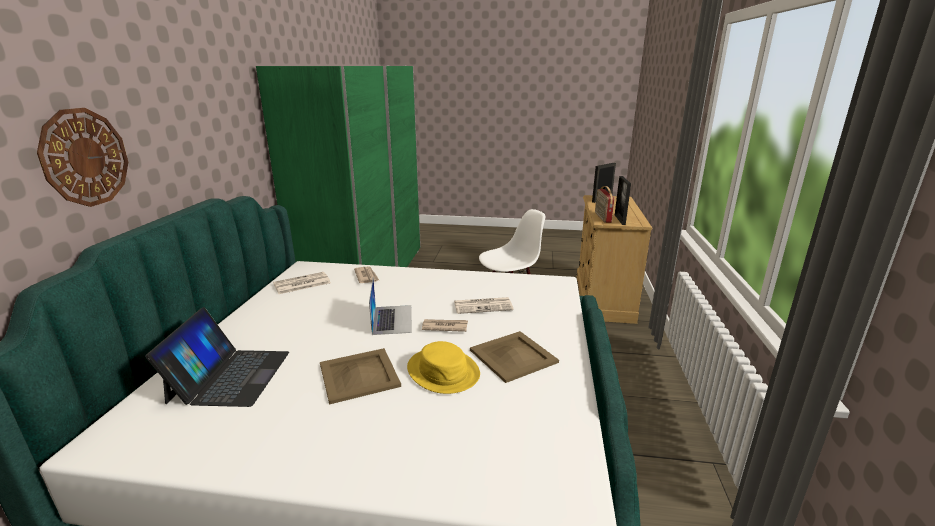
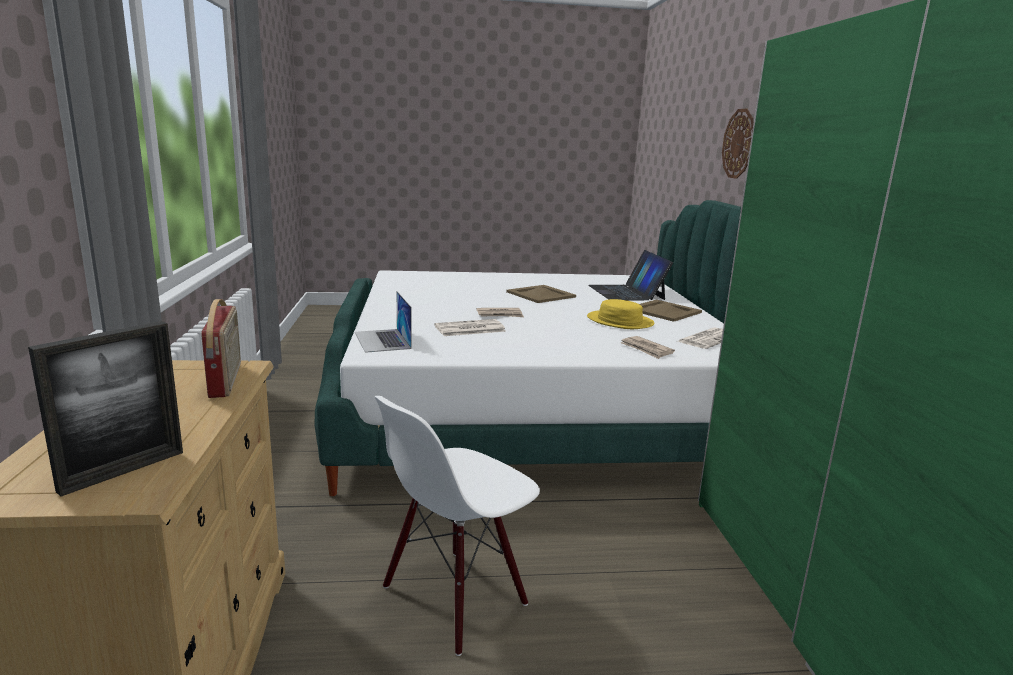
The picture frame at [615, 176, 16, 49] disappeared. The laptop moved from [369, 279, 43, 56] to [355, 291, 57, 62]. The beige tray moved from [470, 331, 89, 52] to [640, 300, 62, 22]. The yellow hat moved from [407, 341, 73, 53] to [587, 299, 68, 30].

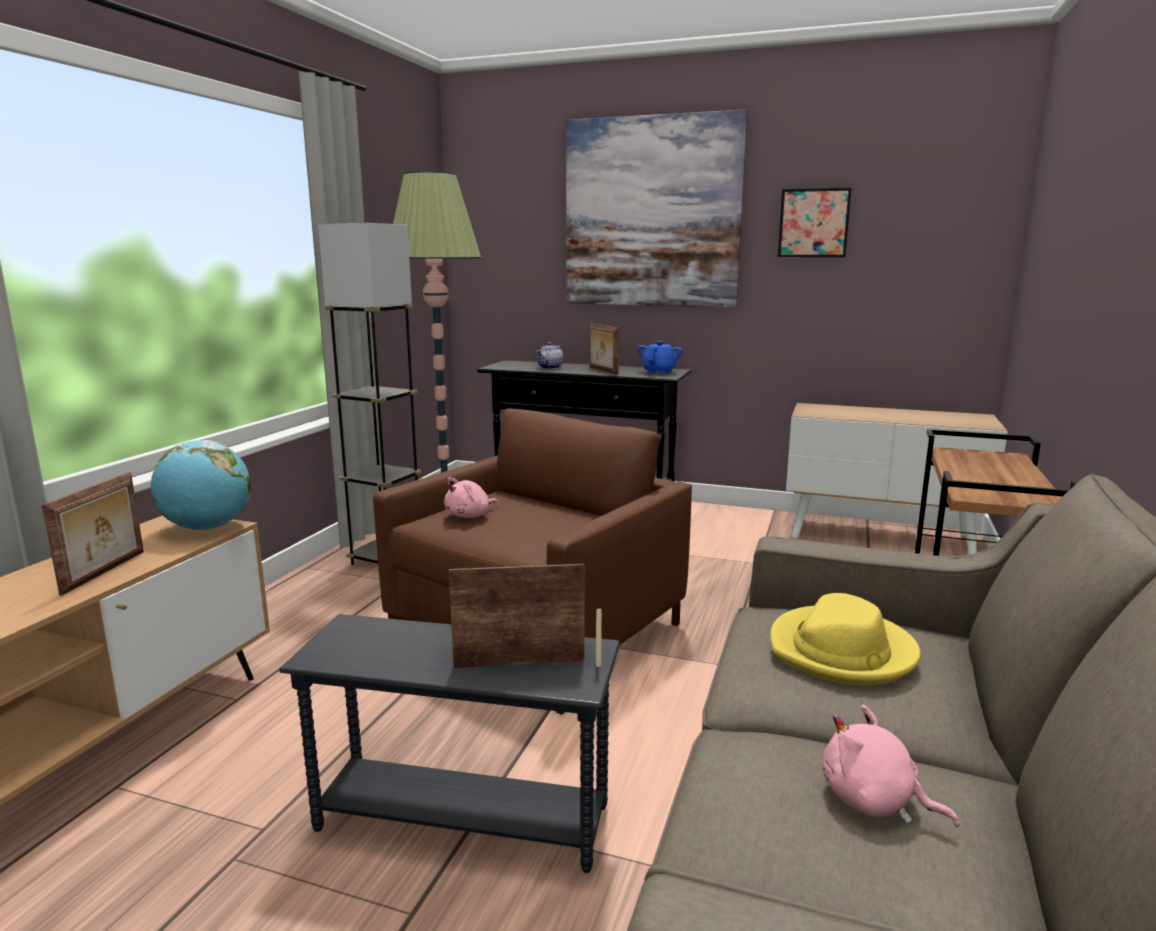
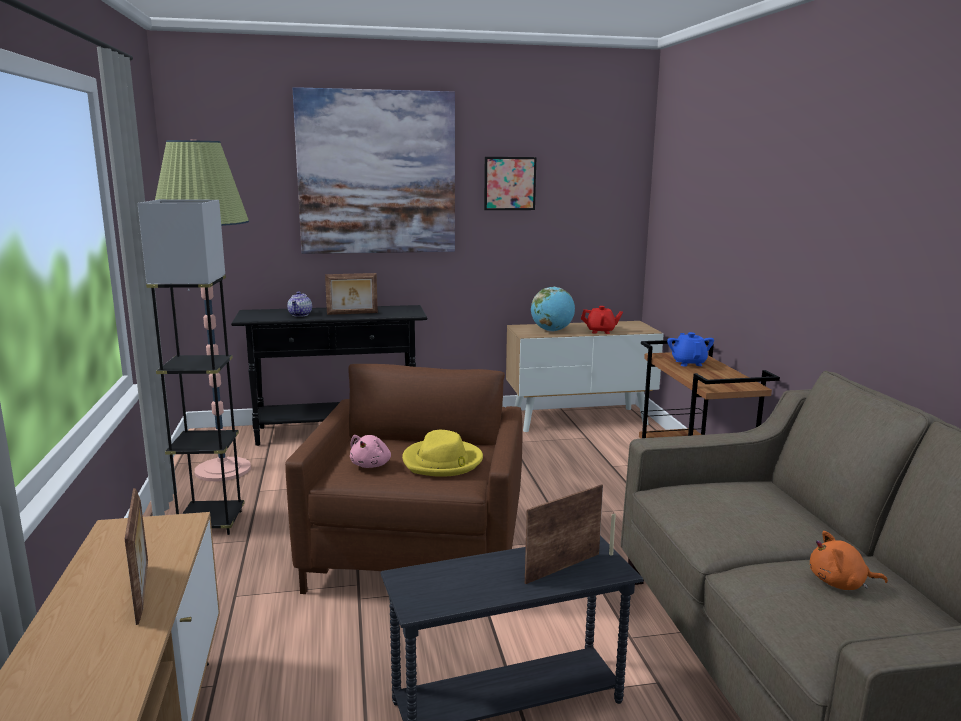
The picture frame at [590, 323, 29, 52] turned 45 degrees counterclockwise. The blue teapot moved from [638, 341, 44, 33] to [667, 332, 47, 34]. The globe moved from [151, 440, 100, 90] to [531, 287, 44, 44]. The yellow hat moved from [770, 593, 151, 92] to [402, 430, 81, 47]. The pink plush toy at [822, 705, 137, 122] became the orange plush toy at [810, 531, 78, 59]. The red teapot at [581, 306, 42, 28] appeared.

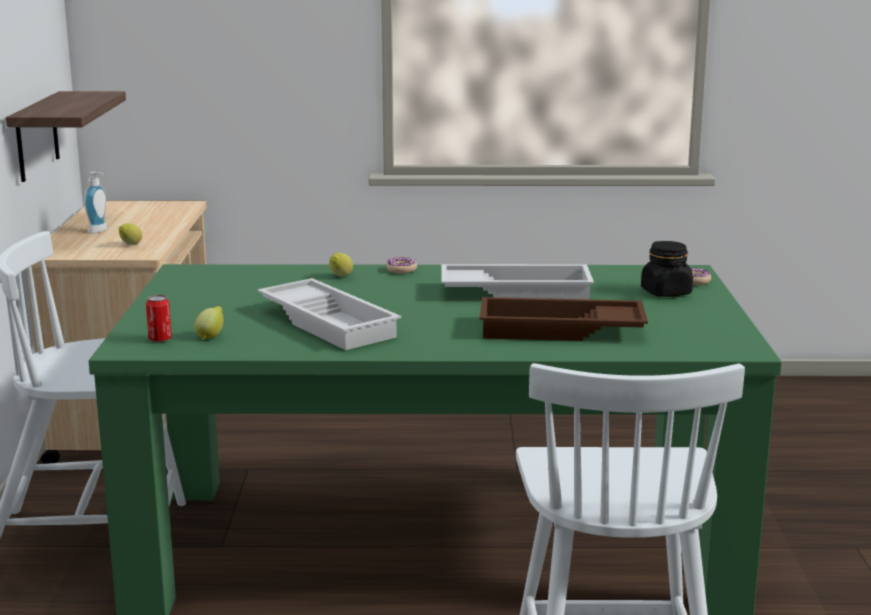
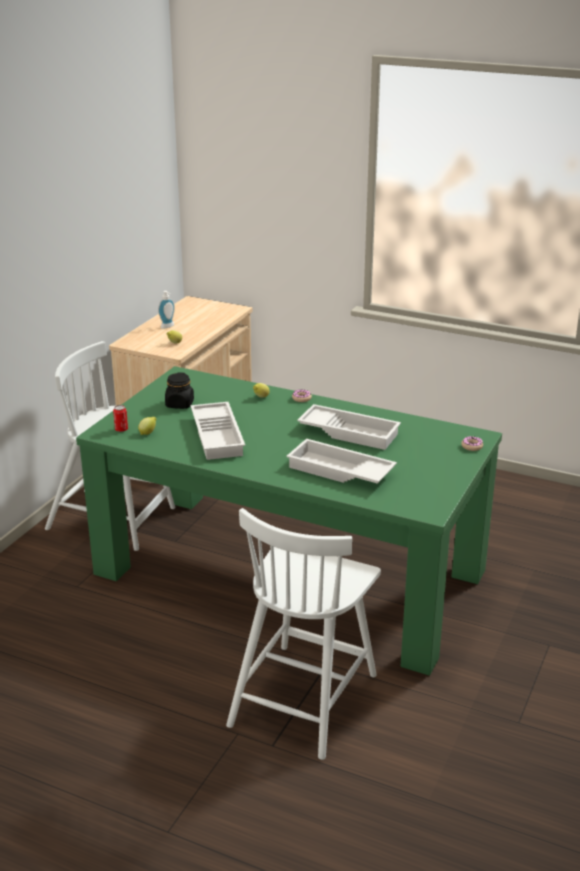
The shelf at [6, 91, 120, 91] disappeared. The black jar moved from [641, 241, 52, 56] to [165, 372, 29, 37]. The brown tray at [480, 297, 168, 44] became the white tray at [286, 439, 111, 45].

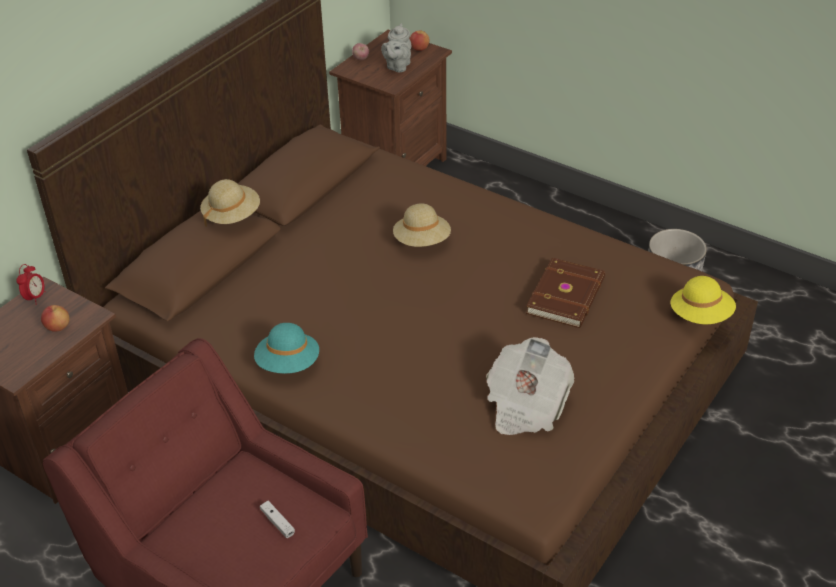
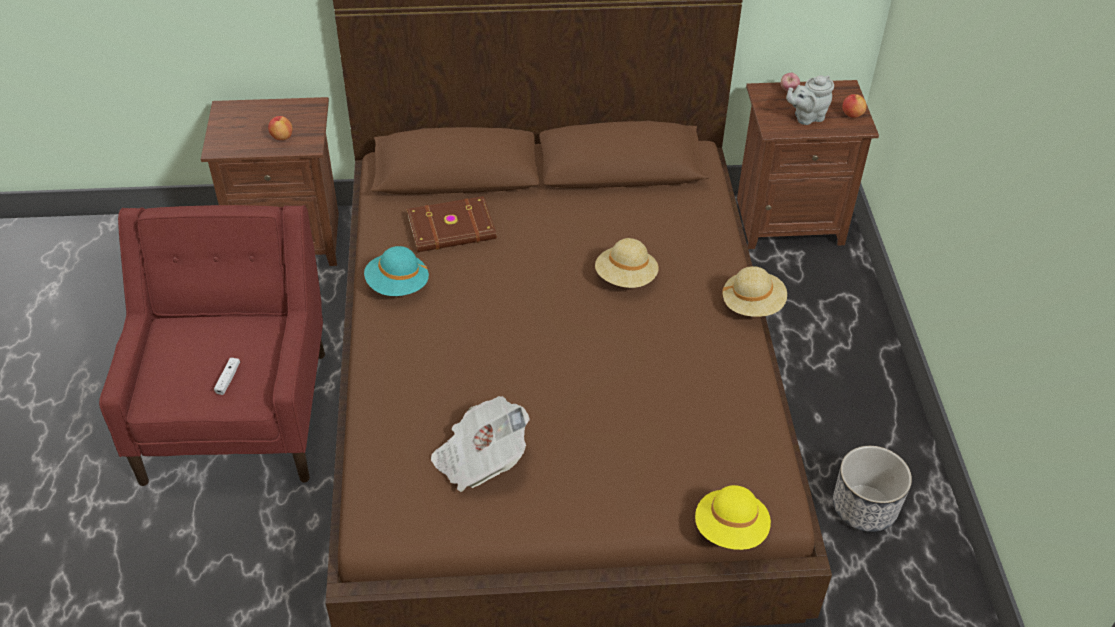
The beige hat moved from [200, 179, 60, 48] to [721, 266, 66, 51]. The brown book moved from [526, 258, 79, 70] to [407, 196, 89, 56]. The alarm clock at [16, 264, 30, 41] disappeared.

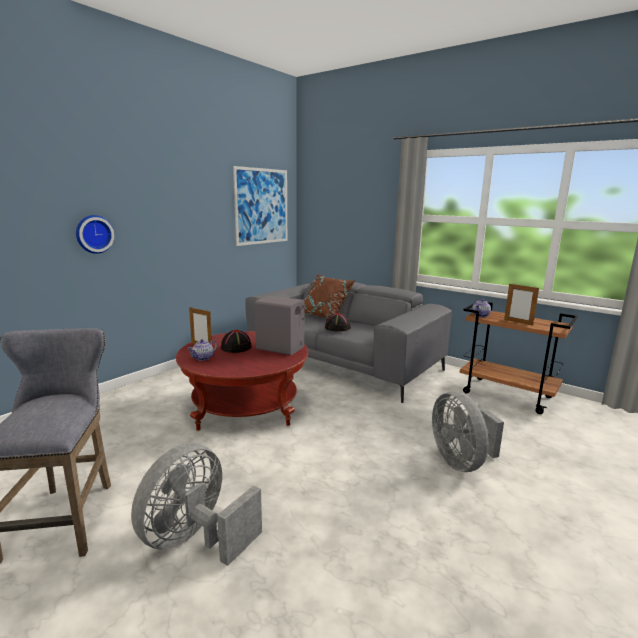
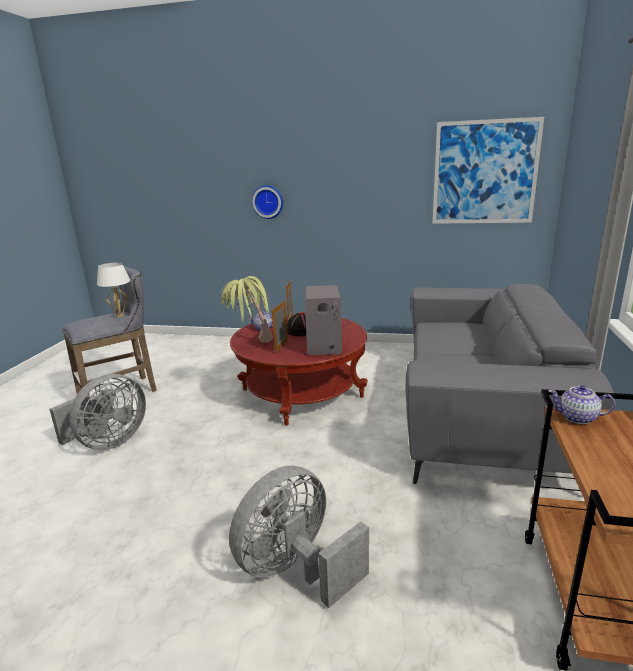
The brown pillow at [304, 274, 51, 45] disappeared. The picture frame moved from [504, 283, 35, 43] to [272, 300, 16, 53]. The black hat at [325, 313, 26, 19] disappeared. The grey fan at [131, 444, 131, 122] turned 120 degrees clockwise. The white table lamp at [97, 263, 33, 54] appeared. The potted plant at [219, 276, 54, 67] appeared.

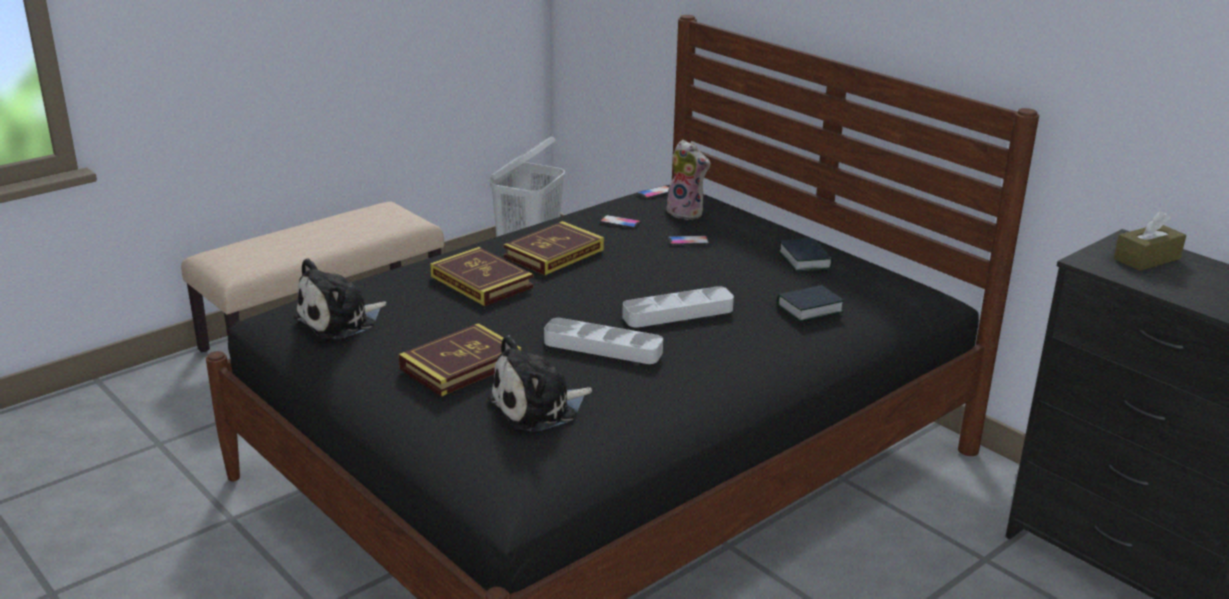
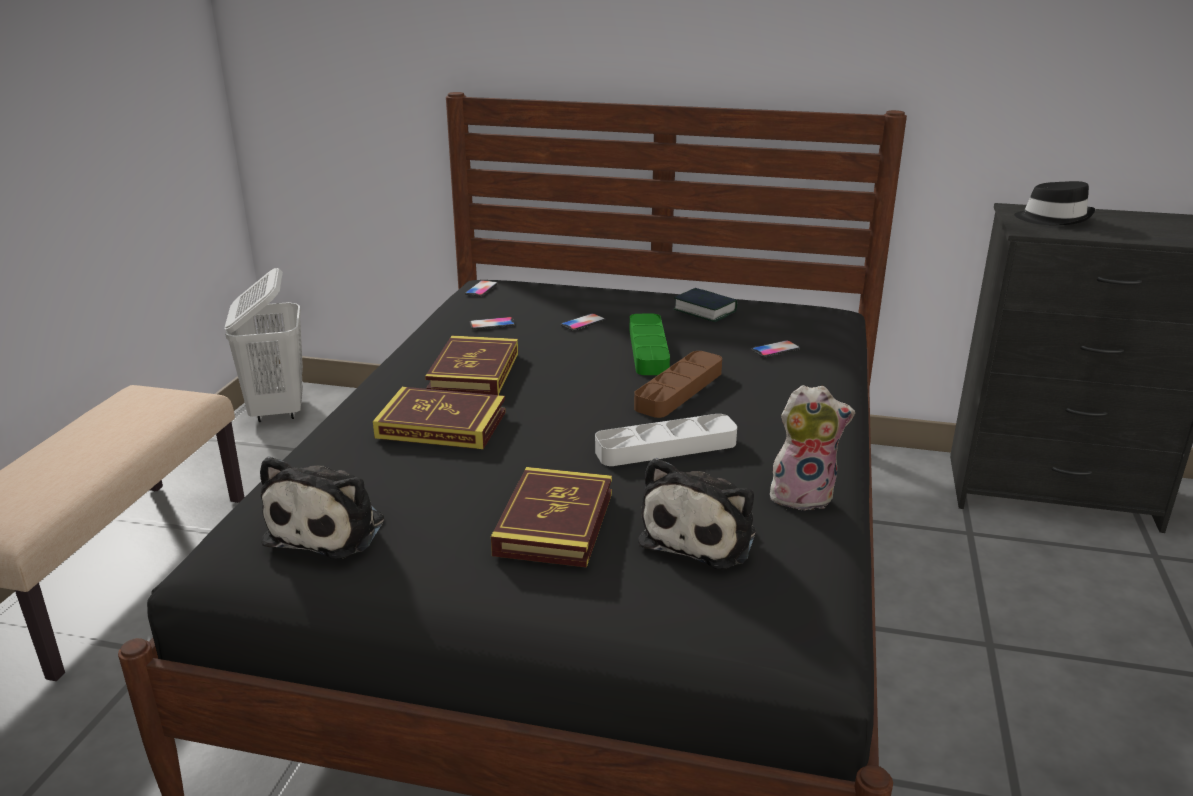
The plush toy moved from [666, 140, 44, 80] to [770, 385, 85, 125]. The brown tissue box at [1114, 211, 72, 60] was replaced by the black hat at [1014, 181, 82, 44]. The book at [777, 285, 67, 37] was replaced by the phone at [751, 340, 49, 17]. The grey tray at [622, 286, 112, 42] became the brown tray at [634, 351, 88, 67]. The green tray at [630, 314, 40, 61] appeared.

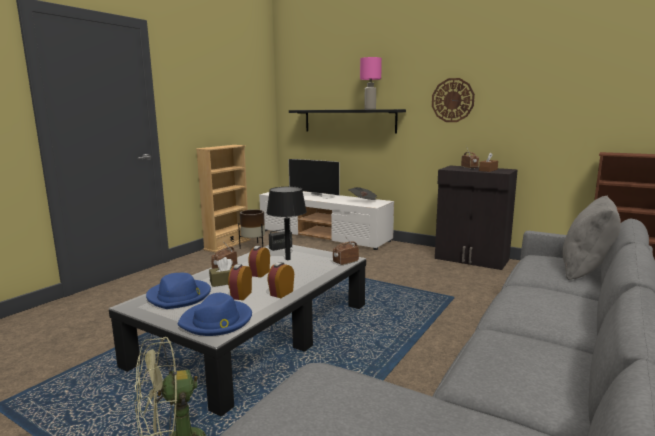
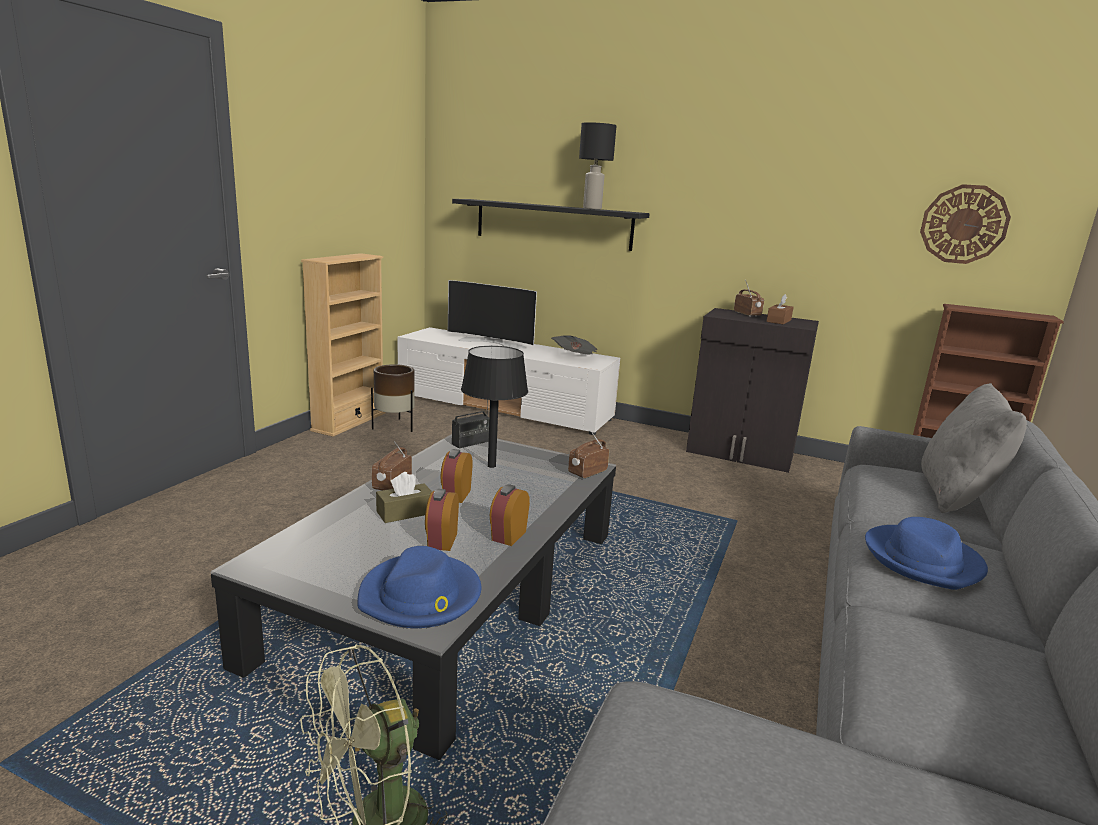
The pink table lamp at [360, 57, 22, 52] became the black table lamp at [579, 122, 38, 88]. The wall clock moved from [432, 78, 43, 44] to [920, 184, 91, 80]. The blue hat moved from [146, 273, 65, 36] to [865, 517, 123, 73].

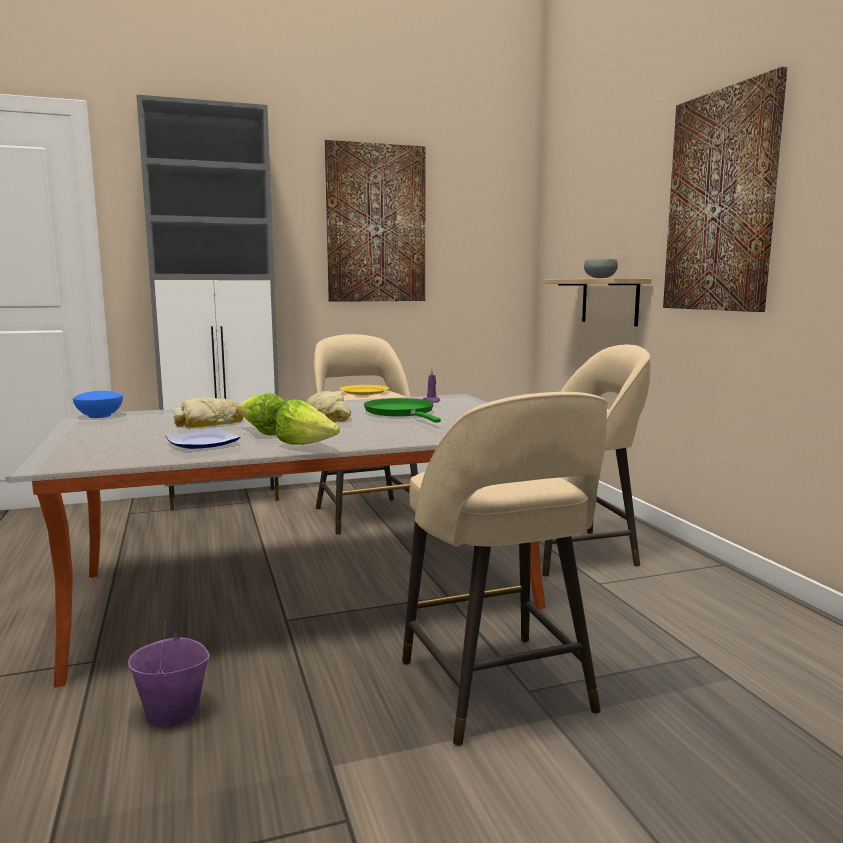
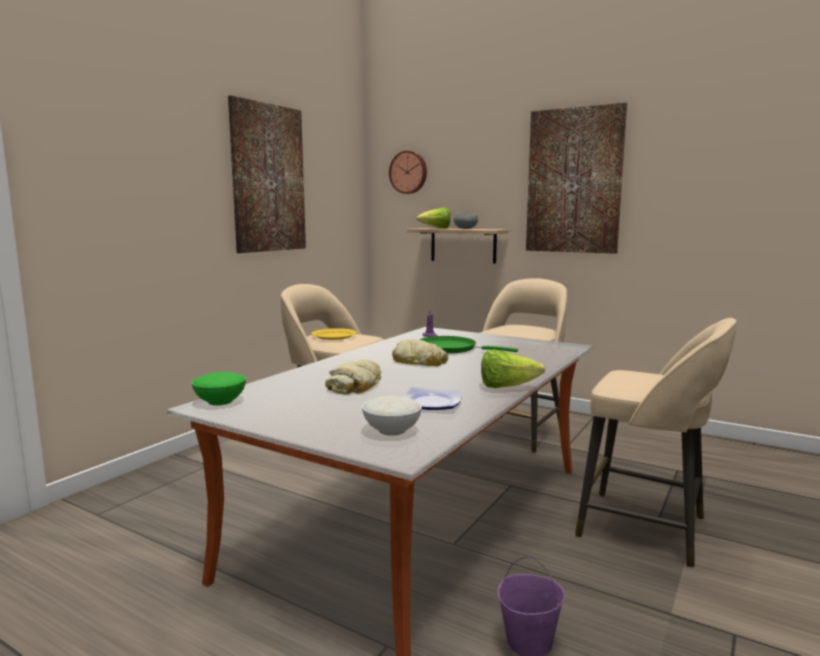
The grey cabinet at [136, 94, 146, 416] disappeared. The blue bowl at [73, 391, 50, 27] became the green bowl at [192, 372, 54, 33]. The lettuce moved from [236, 393, 50, 42] to [416, 207, 34, 22]. The wall clock at [389, 151, 38, 43] appeared. The white bowl at [362, 396, 60, 40] appeared.

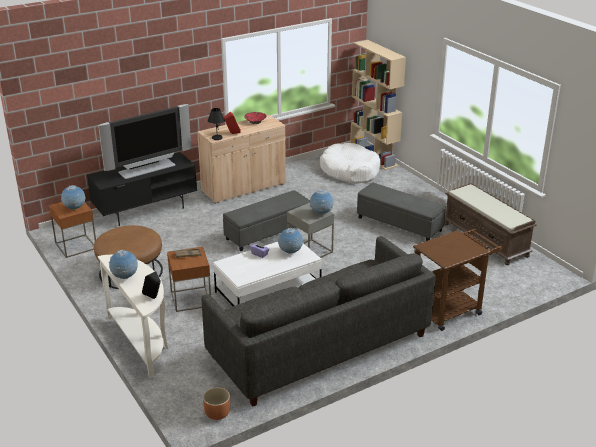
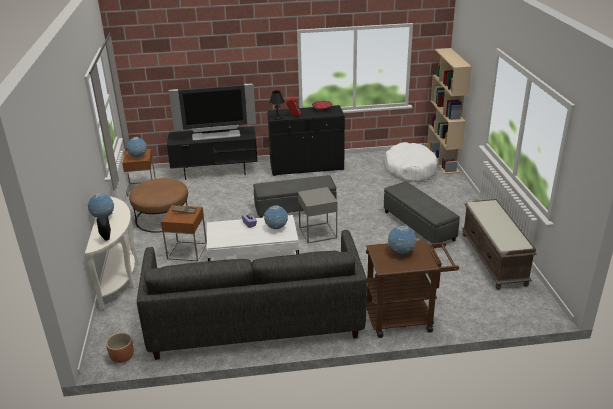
The beige cabinet at [197, 115, 89, 89] became the black cabinet at [267, 105, 78, 71]. The globe moved from [310, 190, 24, 24] to [388, 225, 29, 29].

